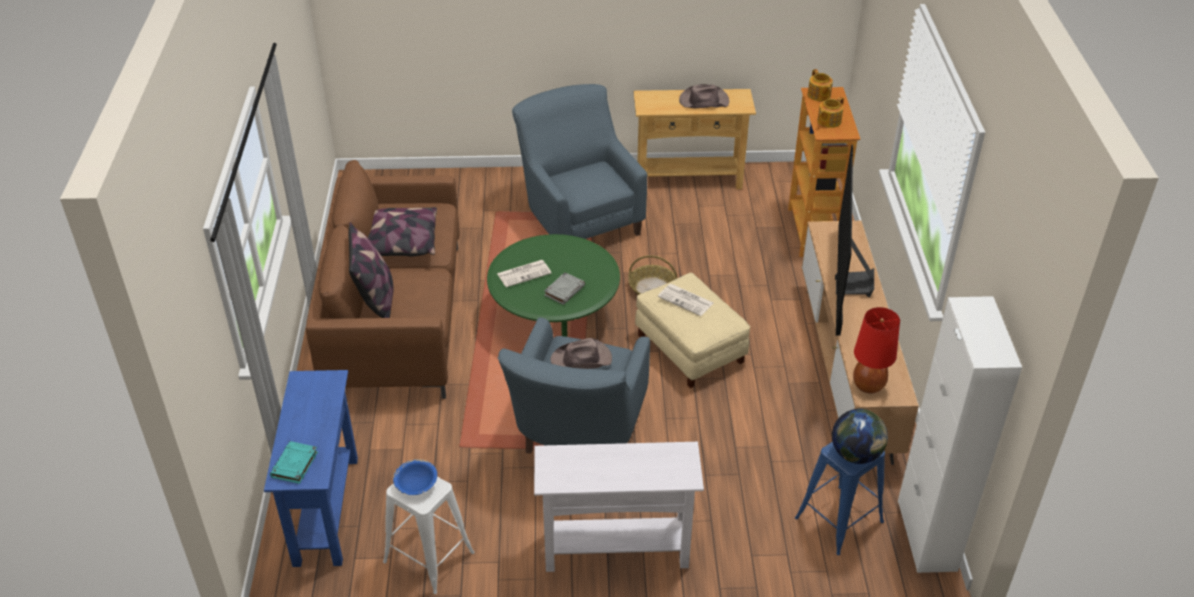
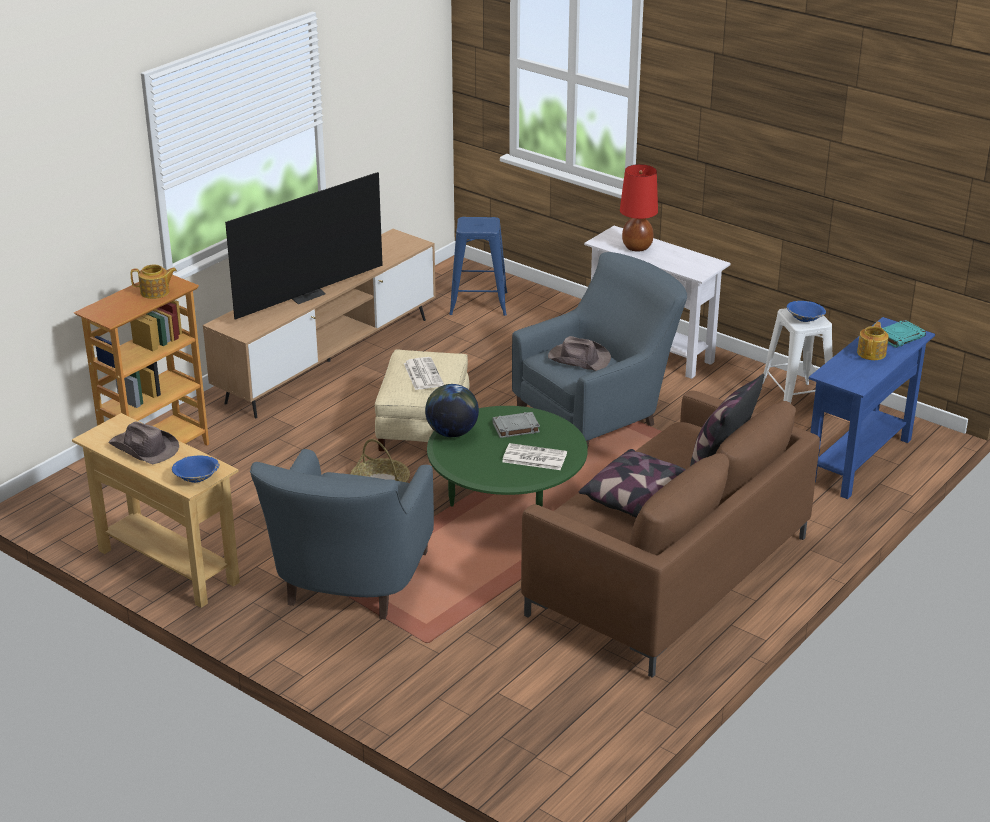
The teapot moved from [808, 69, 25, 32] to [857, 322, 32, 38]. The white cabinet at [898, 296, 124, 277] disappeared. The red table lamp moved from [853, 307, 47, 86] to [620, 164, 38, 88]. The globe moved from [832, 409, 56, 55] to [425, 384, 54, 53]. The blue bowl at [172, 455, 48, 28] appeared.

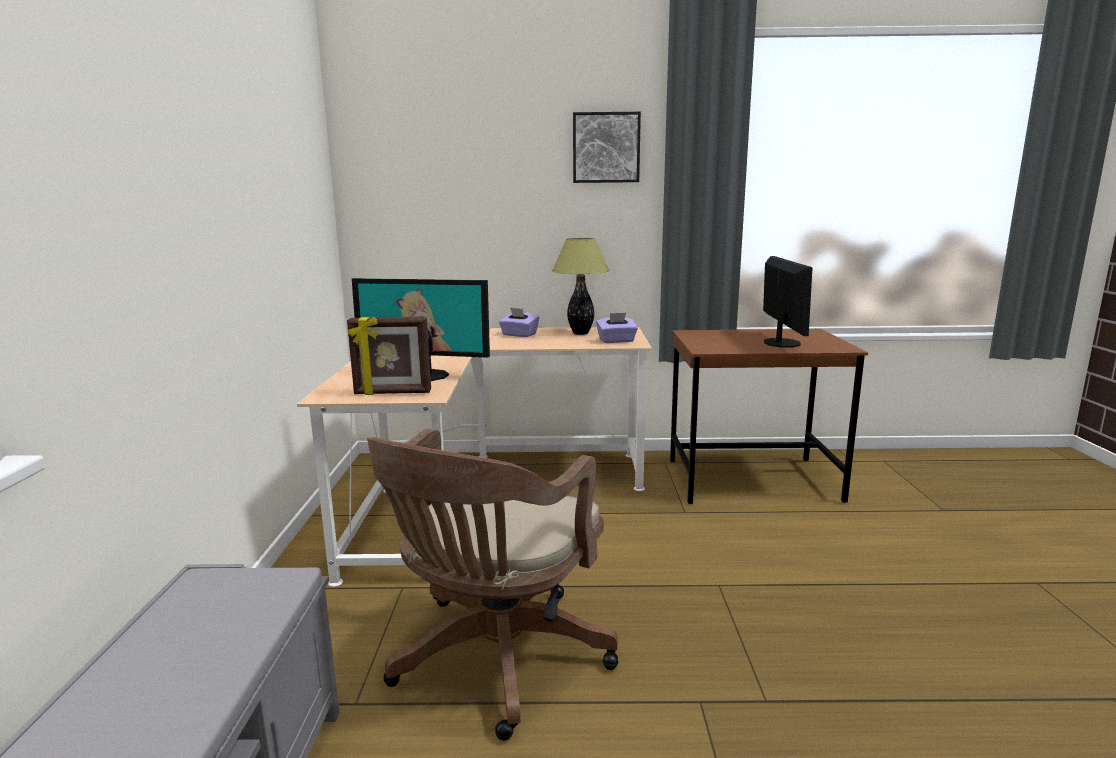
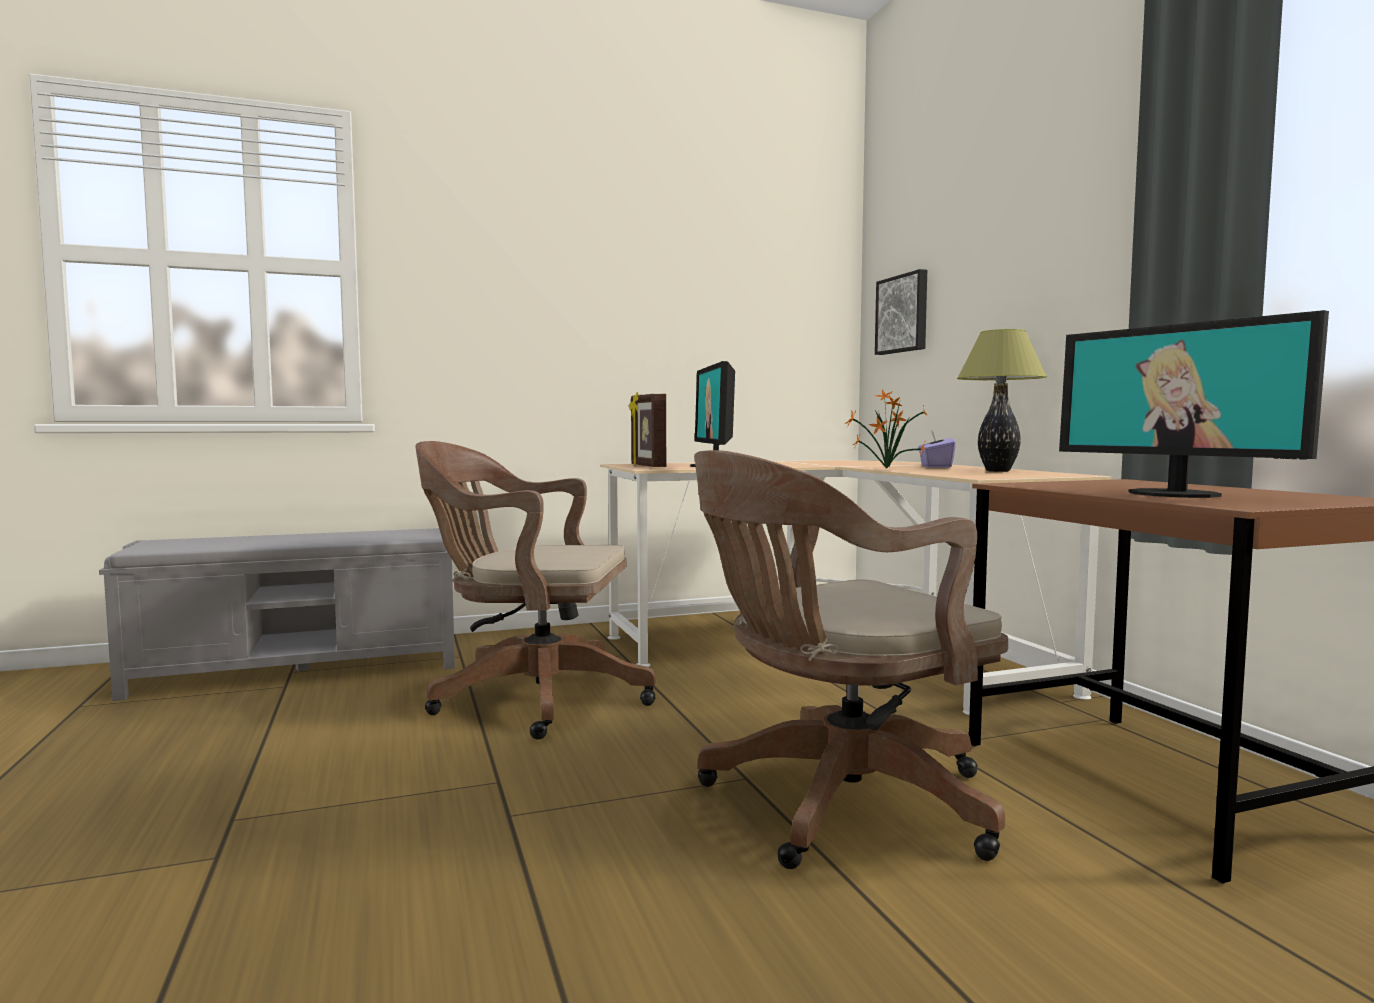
The picture moved from [573, 112, 68, 71] to [875, 269, 52, 86]. The monitor at [763, 256, 50, 92] turned 75 degrees clockwise. The purple tissue box at [596, 313, 42, 30] disappeared. The potted plant at [845, 390, 82, 79] appeared. The brown office chair at [694, 450, 314, 419] appeared.

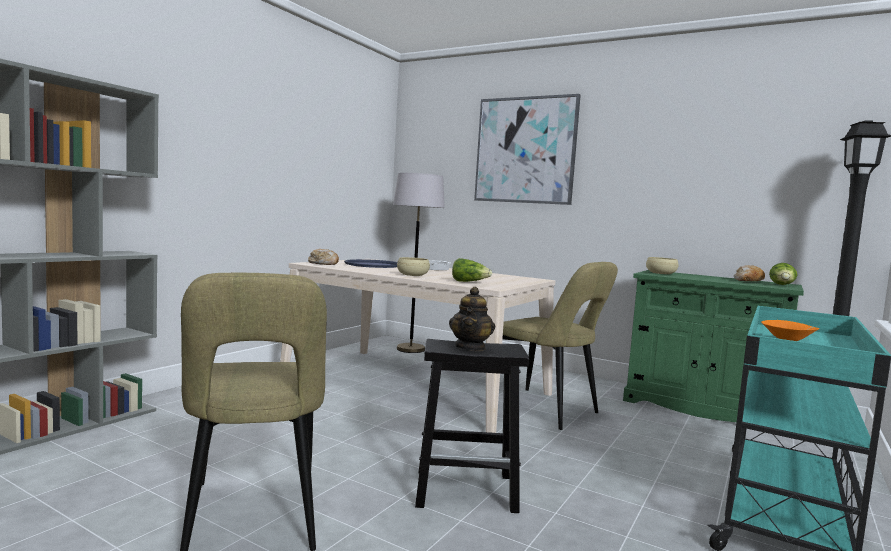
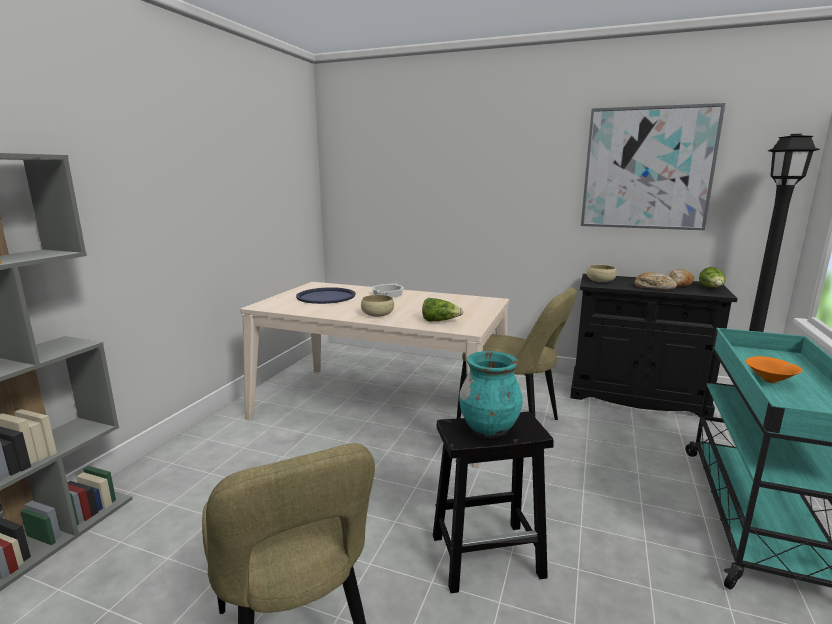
The picture moved from [474, 94, 107, 111] to [581, 103, 144, 127]. The grey floor lamp at [393, 173, 52, 180] disappeared. The bread moved from [308, 249, 31, 16] to [634, 272, 43, 18]. The green cabinet at [623, 270, 181, 152] became the black cabinet at [570, 274, 168, 143]. The teapot at [449, 287, 46, 64] was replaced by the turquoise vase at [459, 351, 64, 87].

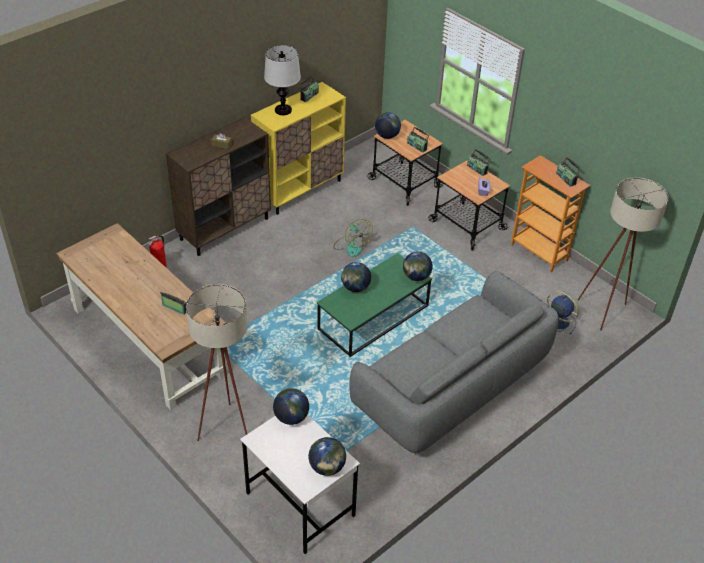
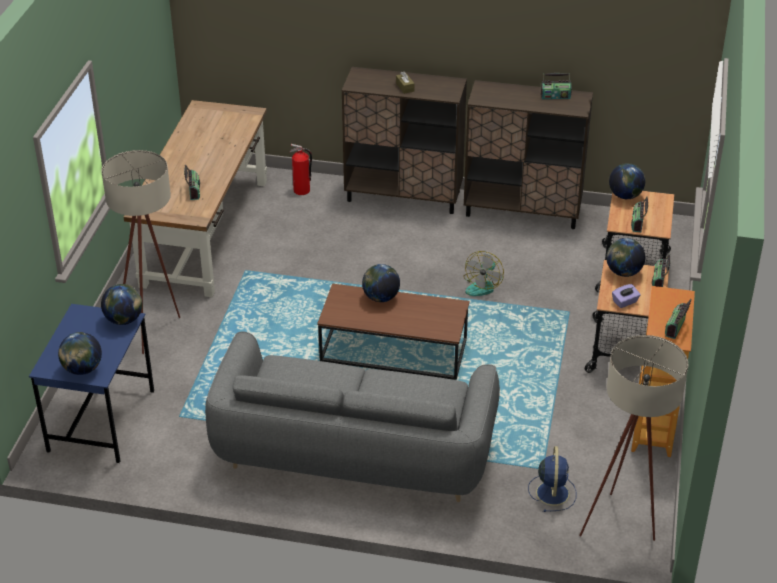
The table lamp at [264, 45, 37, 70] disappeared. The yellow cabinet at [251, 82, 95, 133] became the brown cabinet at [464, 80, 129, 149]. The globe moved from [403, 251, 30, 30] to [606, 238, 39, 39]. The green coffee table at [317, 253, 115, 104] became the brown coffee table at [317, 284, 152, 96]. The white desk at [240, 415, 120, 139] became the blue desk at [29, 304, 125, 159].

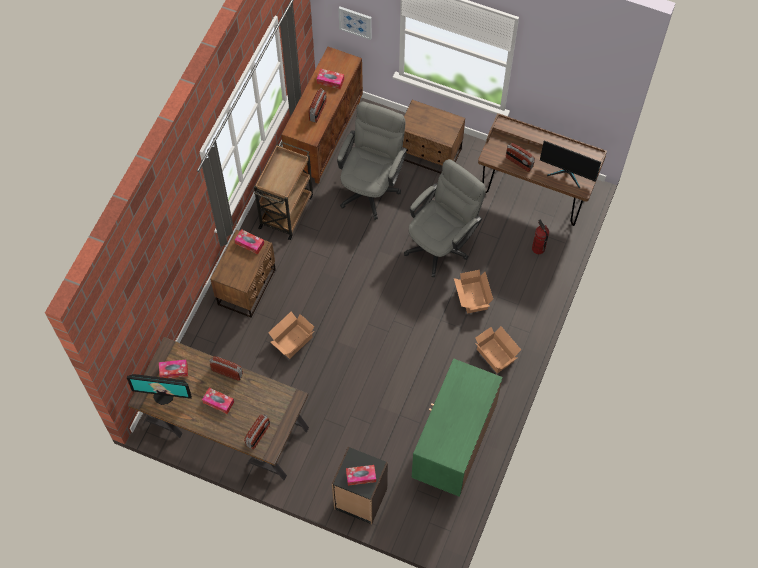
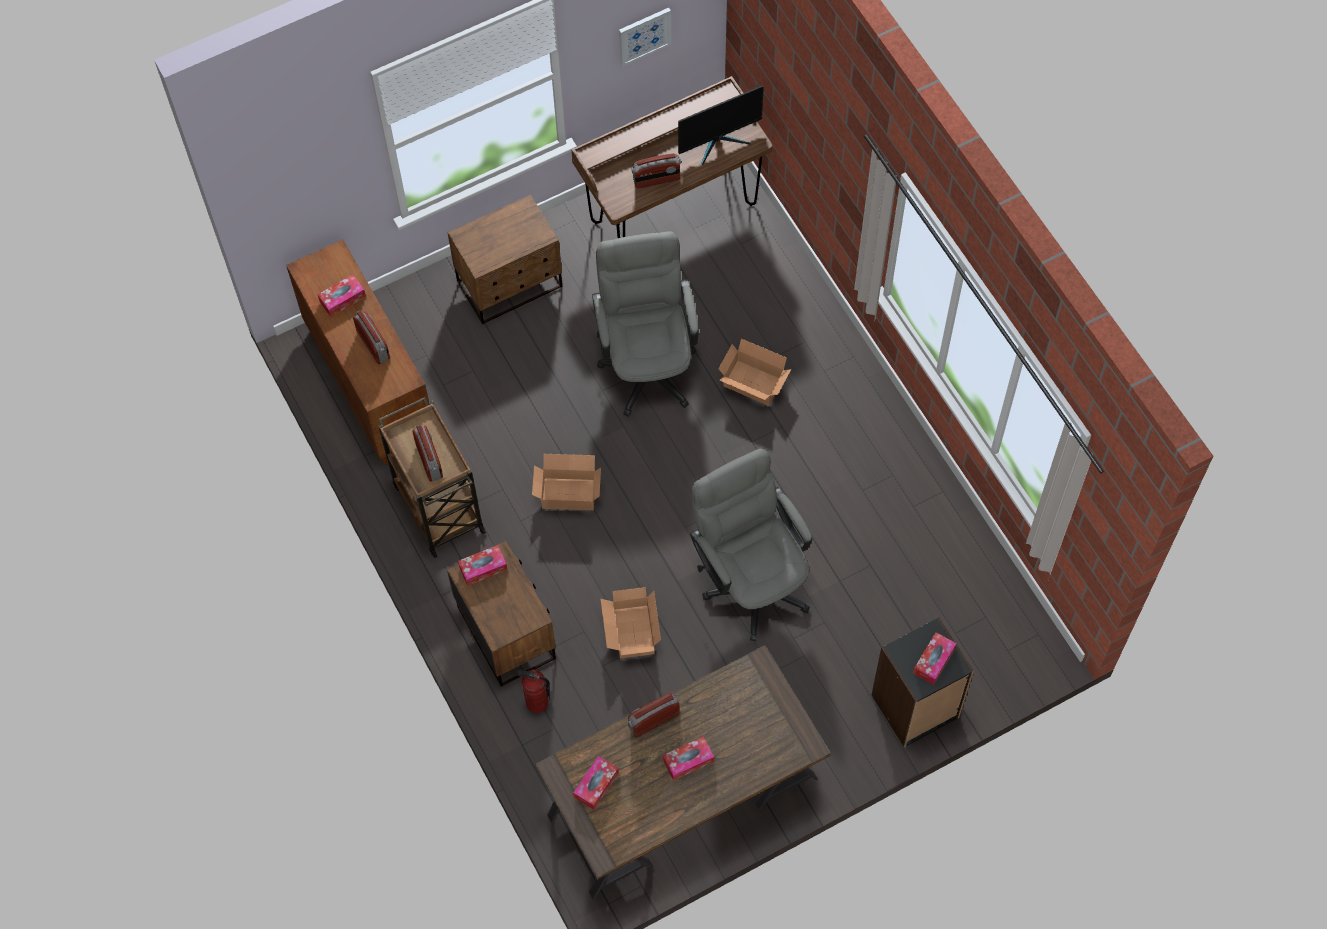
The picture moved from [338, 6, 34, 34] to [619, 8, 52, 58]. The grey office chair moved from [337, 101, 70, 119] to [690, 449, 122, 192]. The fire extinguisher moved from [532, 219, 17, 35] to [517, 669, 33, 44]. The cardboard box moved from [475, 326, 46, 47] to [532, 454, 69, 56]. The green cabinet at [411, 358, 92, 139] disappeared. The monitor at [127, 374, 65, 31] disappeared. The radio moved from [244, 414, 26, 36] to [412, 424, 31, 58].

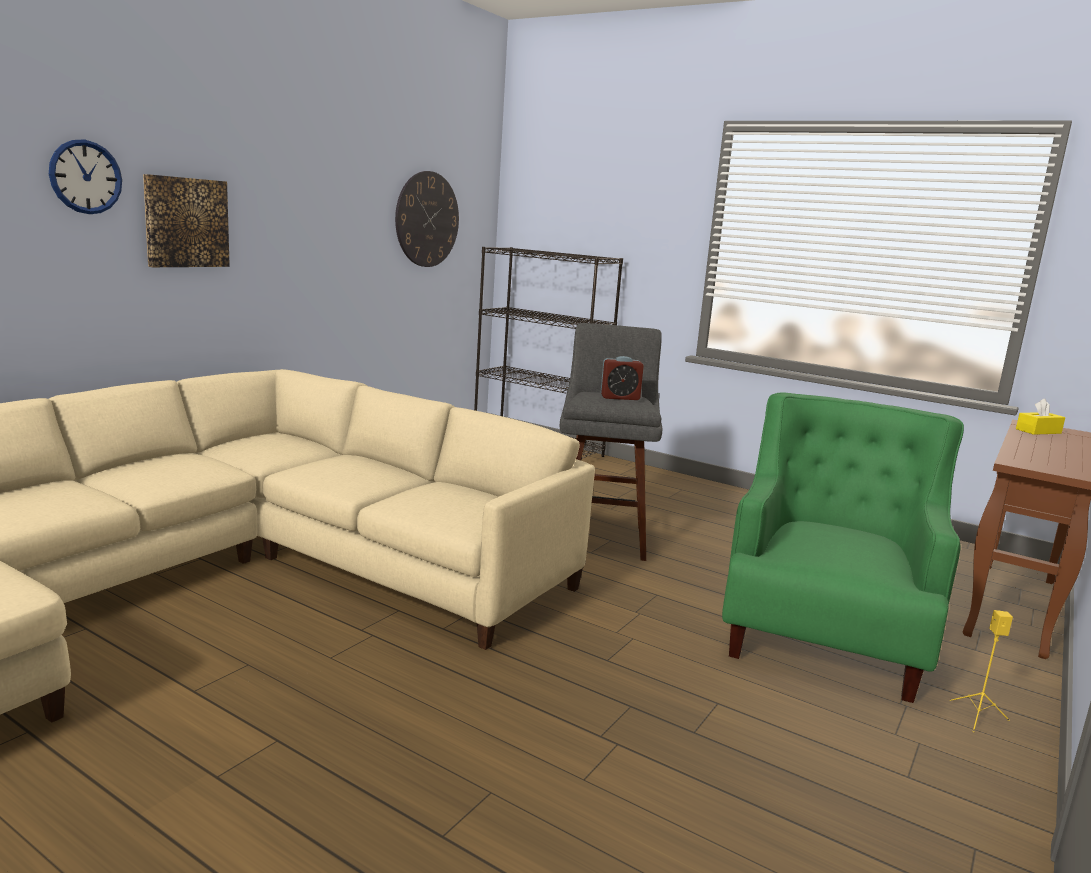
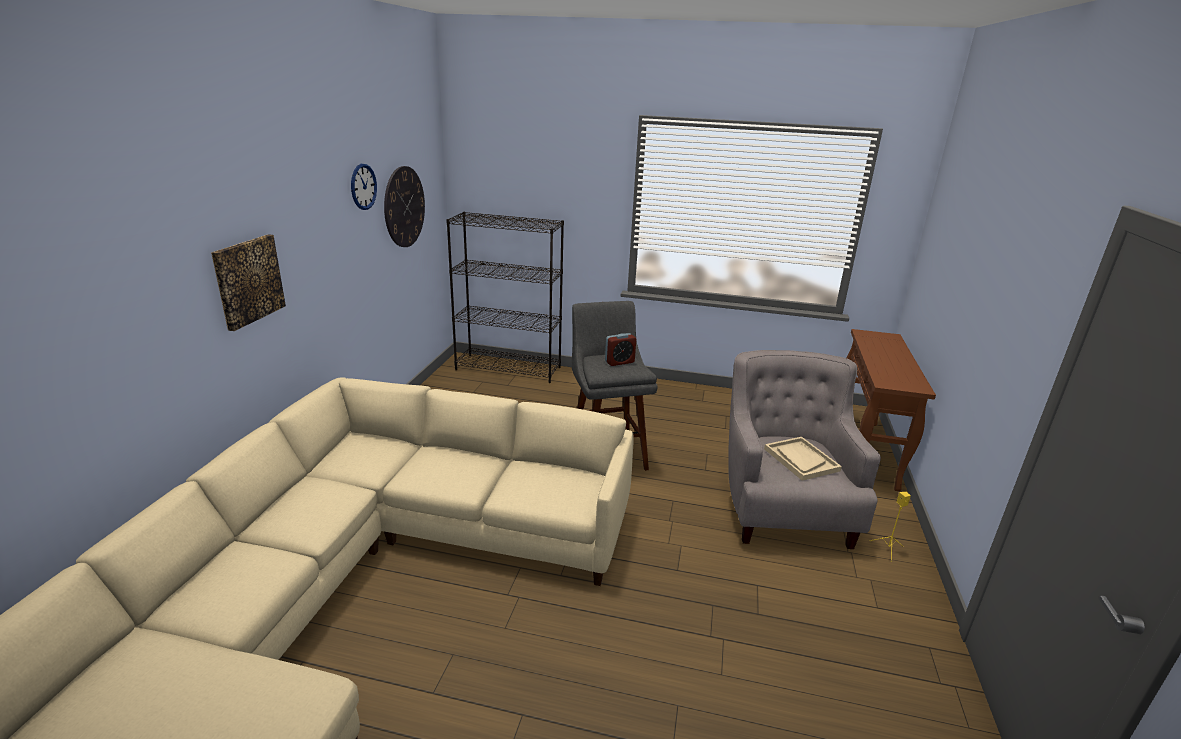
The wall clock moved from [49, 139, 73, 75] to [351, 164, 26, 46]. The green armchair at [722, 393, 242, 310] became the grey armchair at [728, 350, 153, 199]. The yellow tissue box at [1016, 399, 49, 36] disappeared. The beige tray at [764, 437, 78, 44] appeared.

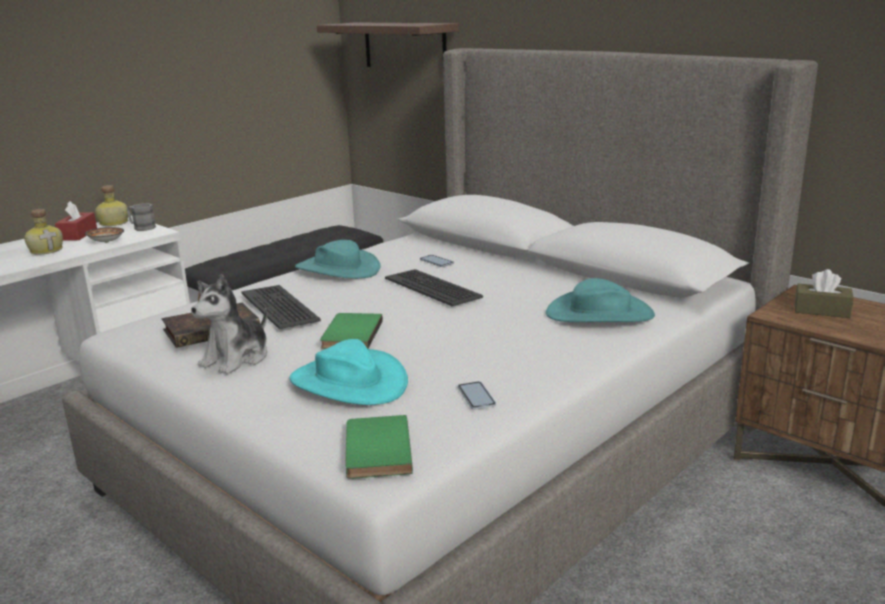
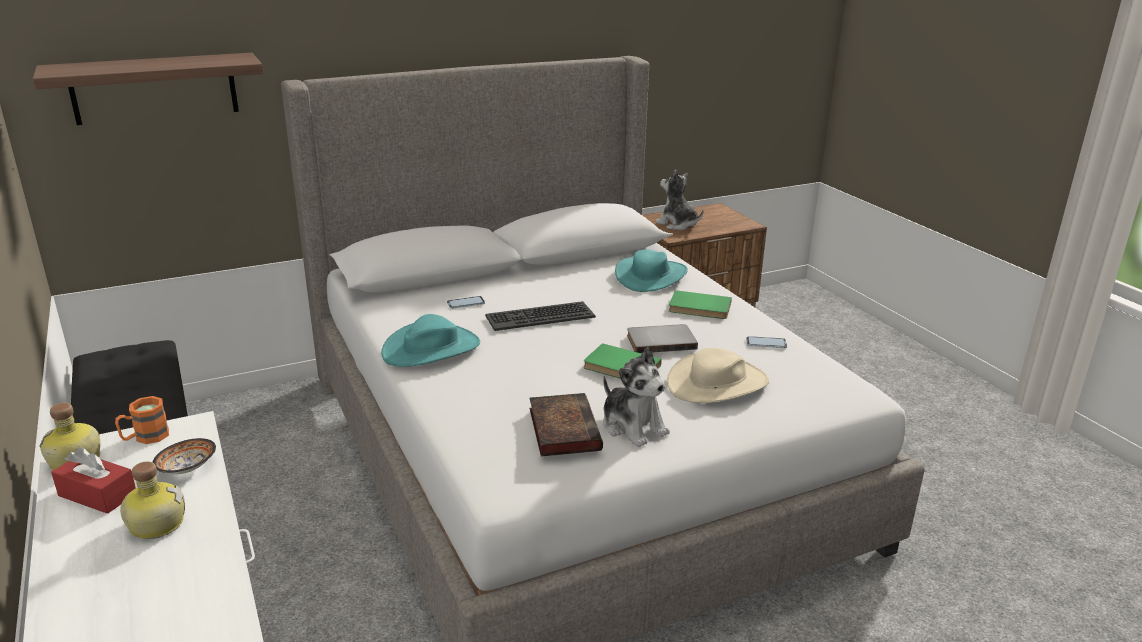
The grey mug at [127, 203, 29, 28] became the orange mug at [115, 396, 54, 48]. The brown tissue box at [795, 269, 59, 49] was replaced by the plush toy at [655, 170, 49, 60]. The keyboard at [242, 285, 79, 44] disappeared. The turquoise hat at [289, 339, 119, 66] became the beige hat at [667, 348, 102, 55]. The green book moved from [345, 415, 68, 64] to [669, 290, 63, 29]. The grey book at [627, 324, 71, 29] appeared.

